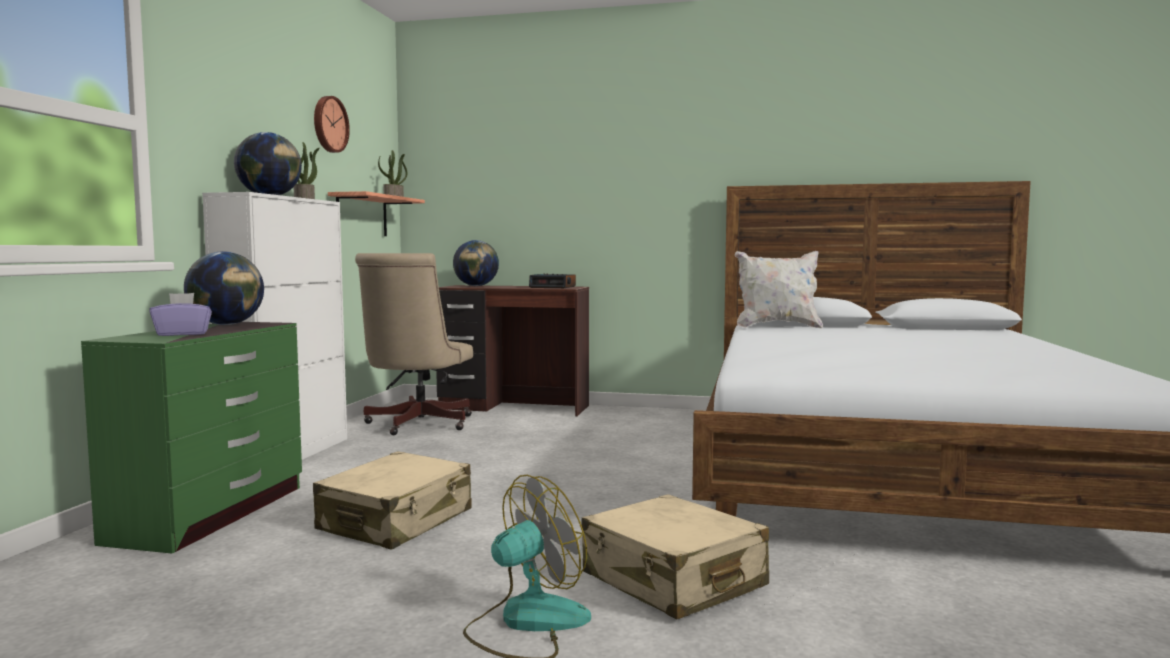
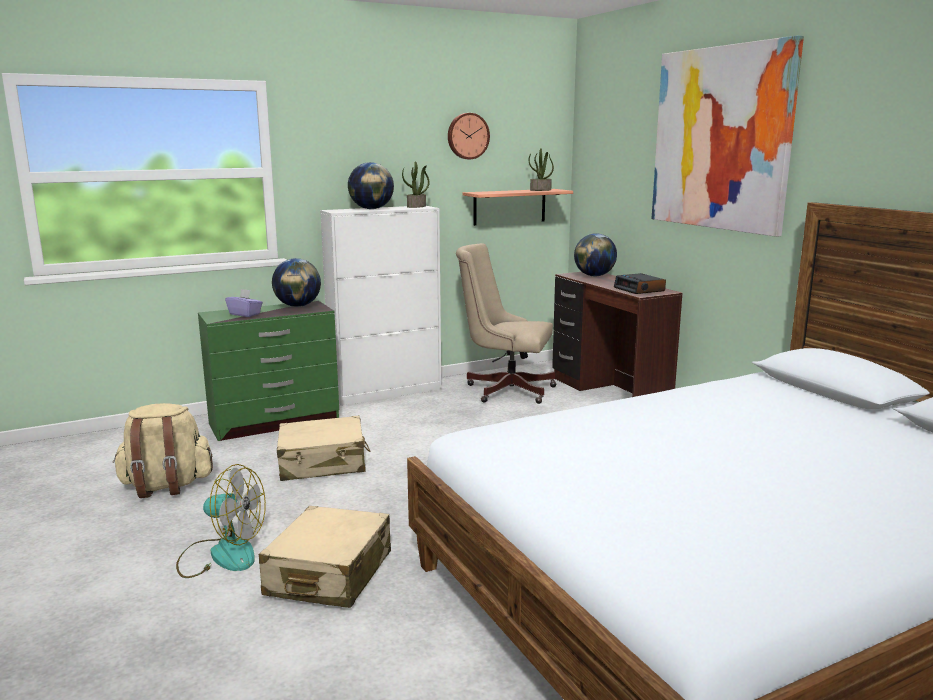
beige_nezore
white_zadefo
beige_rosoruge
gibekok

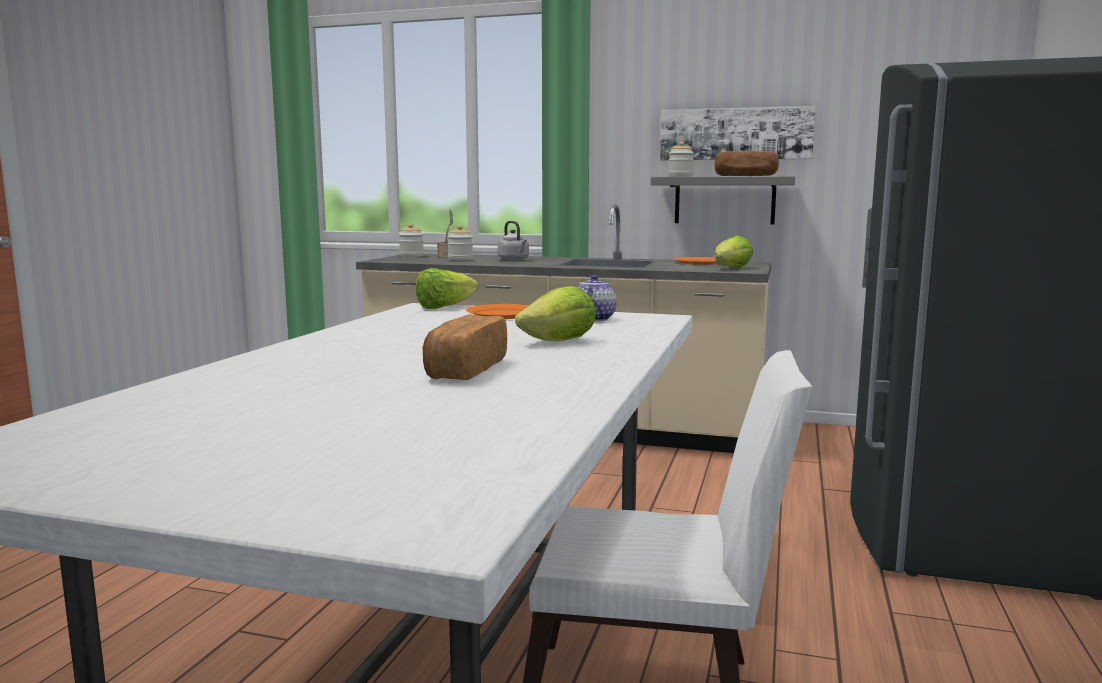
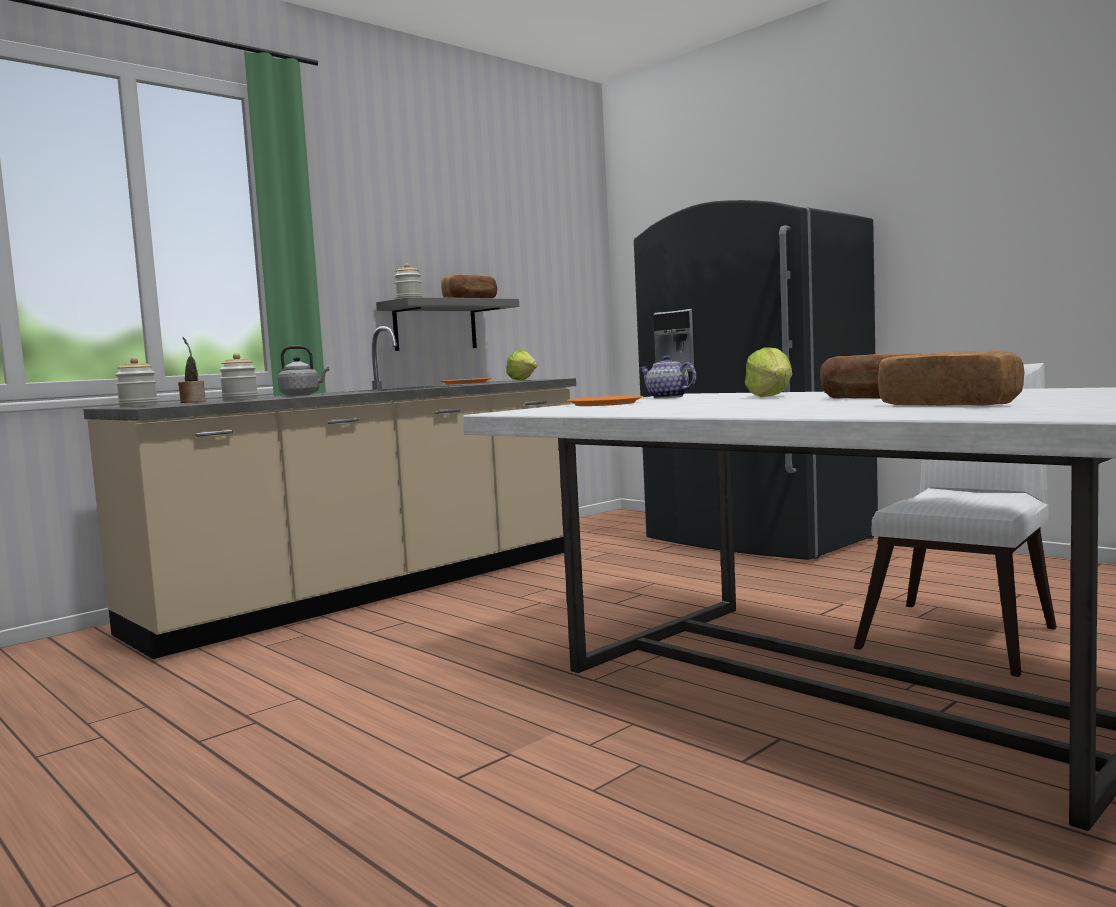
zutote (1st from left in the first image)
gibekok
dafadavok (3rd from left)

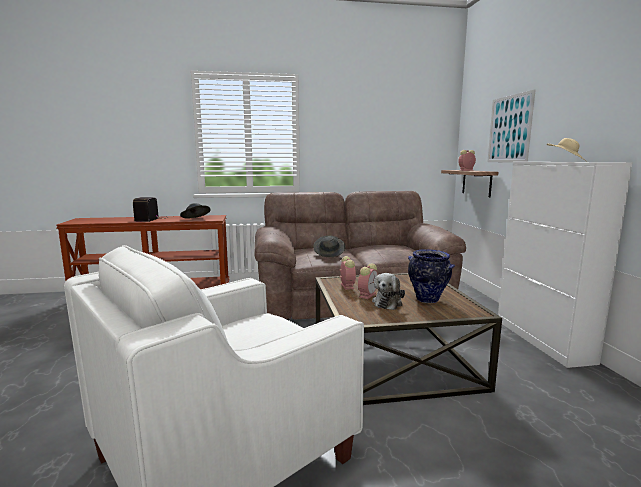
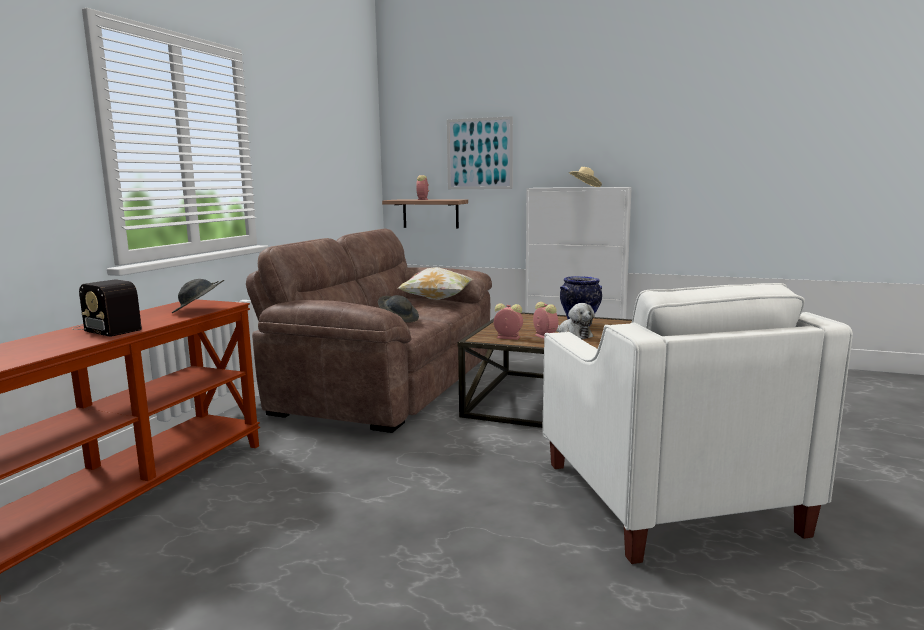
zadefo

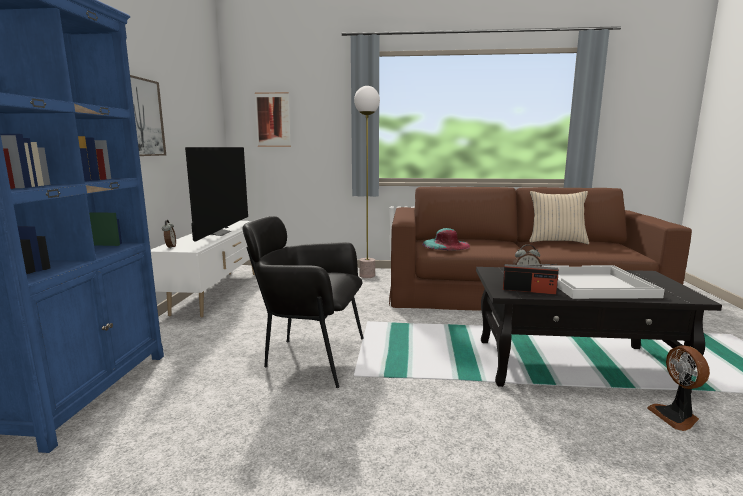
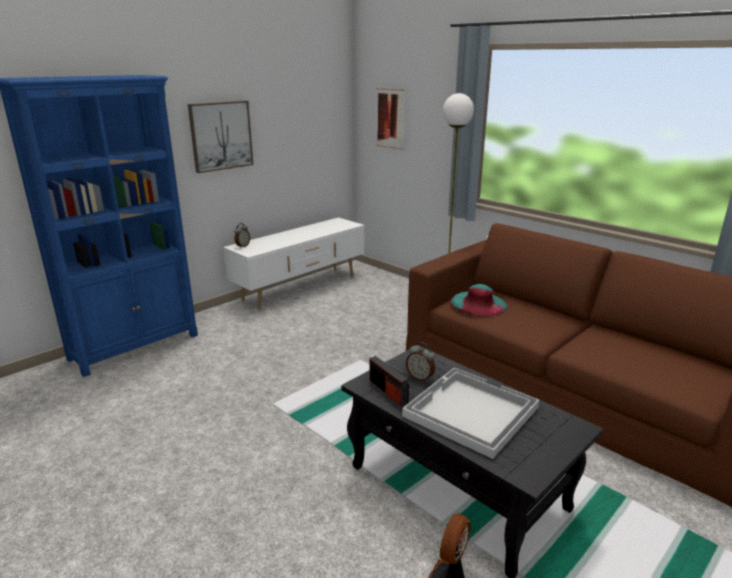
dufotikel
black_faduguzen
beige_zadefo

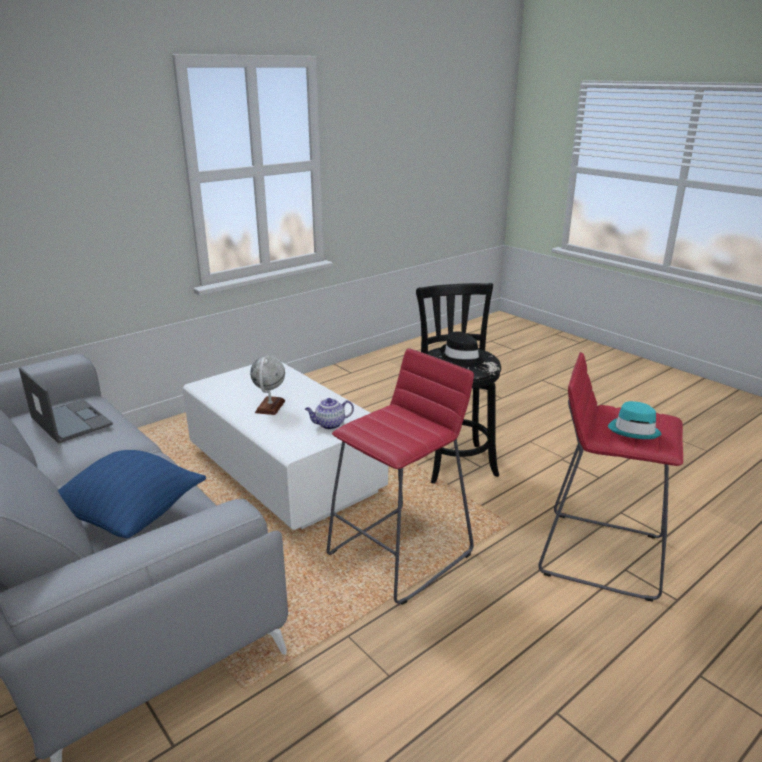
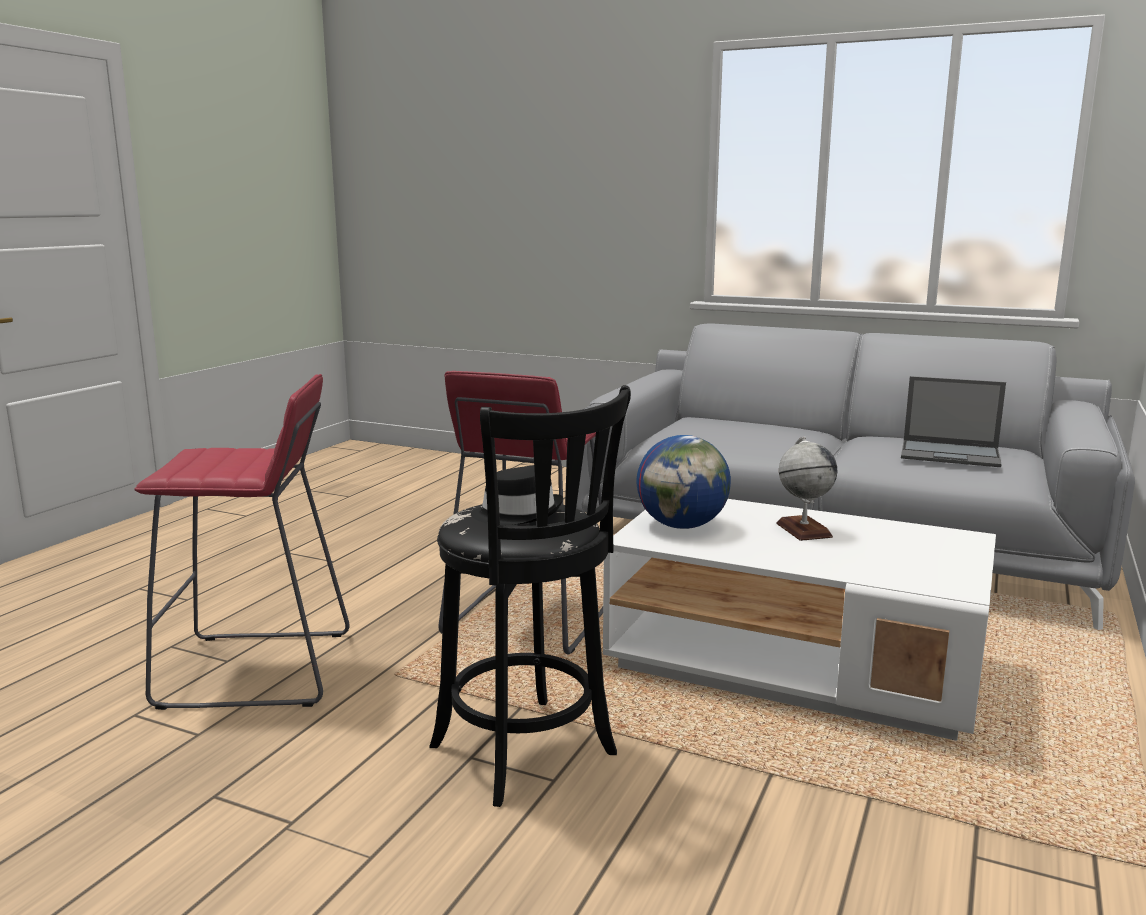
blue_zadefo
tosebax (1st from left)
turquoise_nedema

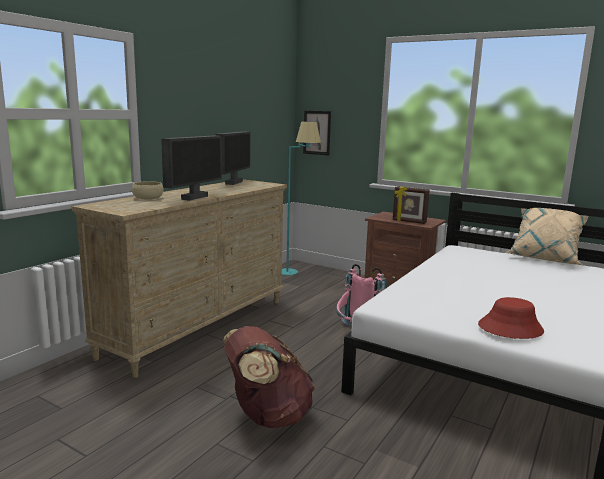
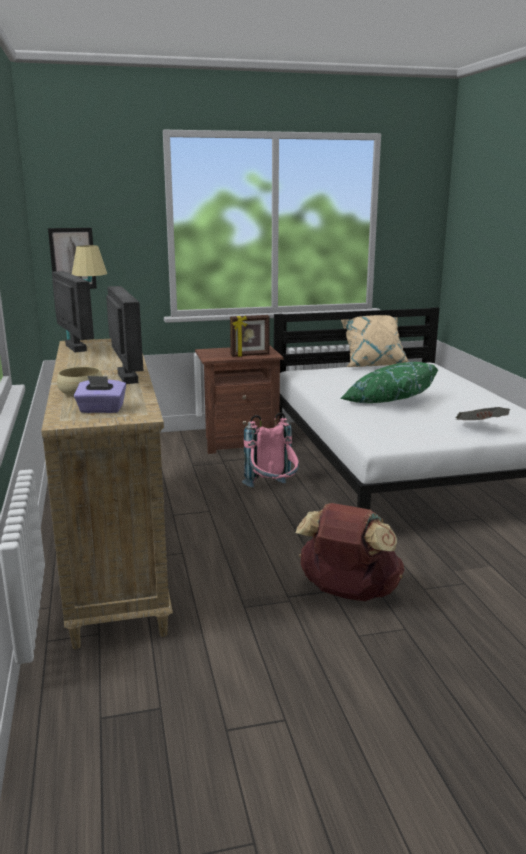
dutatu
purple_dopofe
green_zadefo

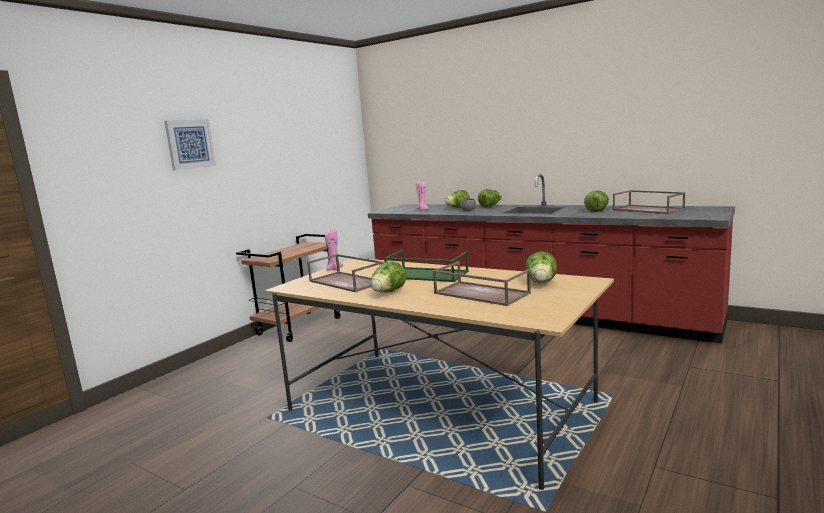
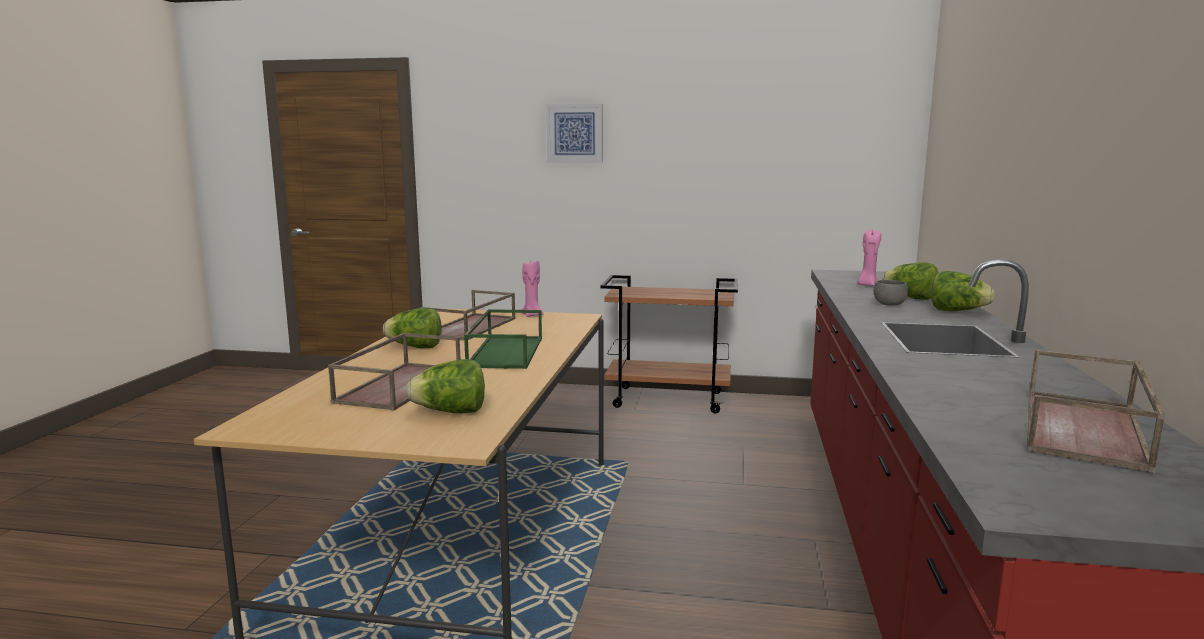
zutote (5th from left in the first image)

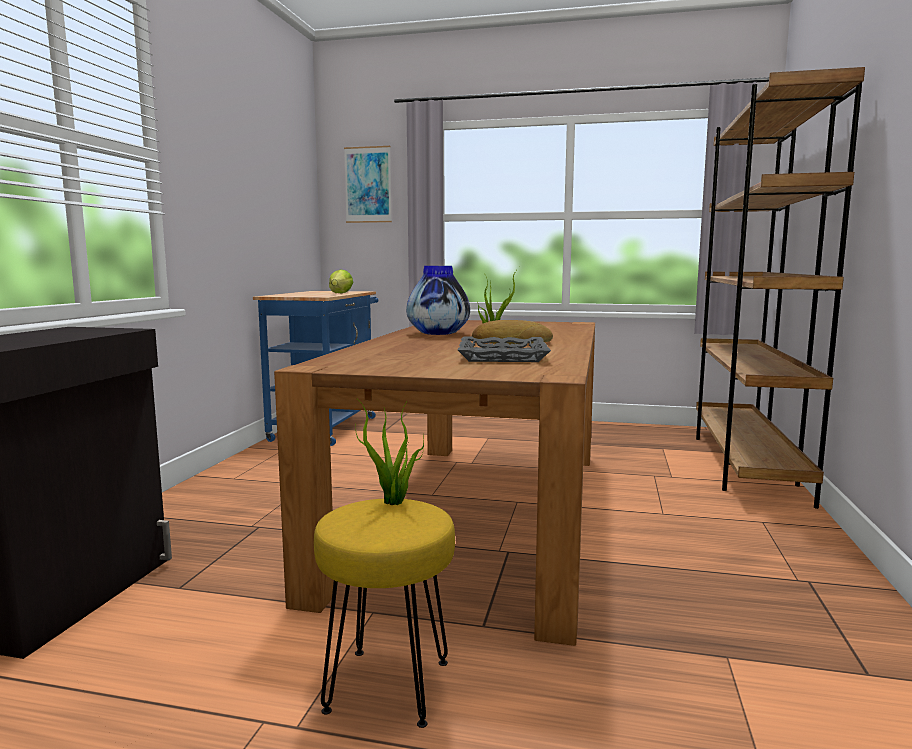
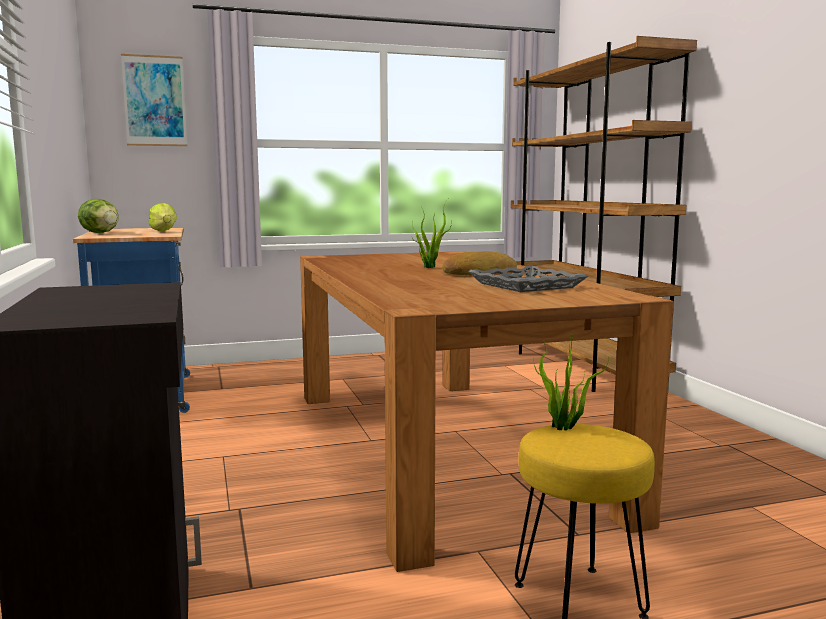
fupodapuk
zutote (1st from left)

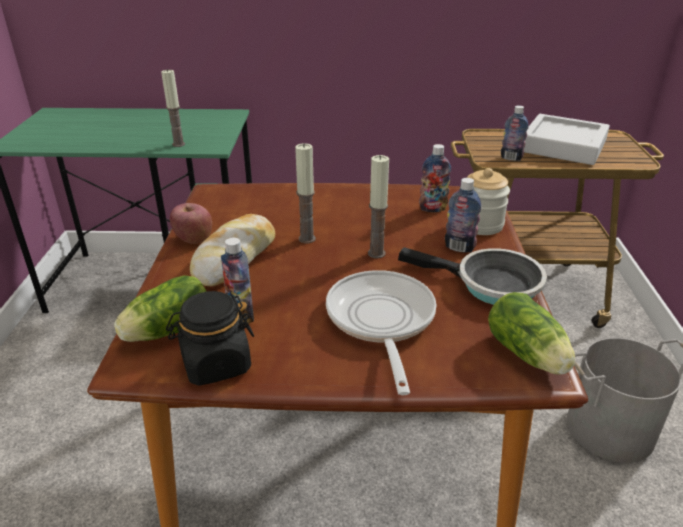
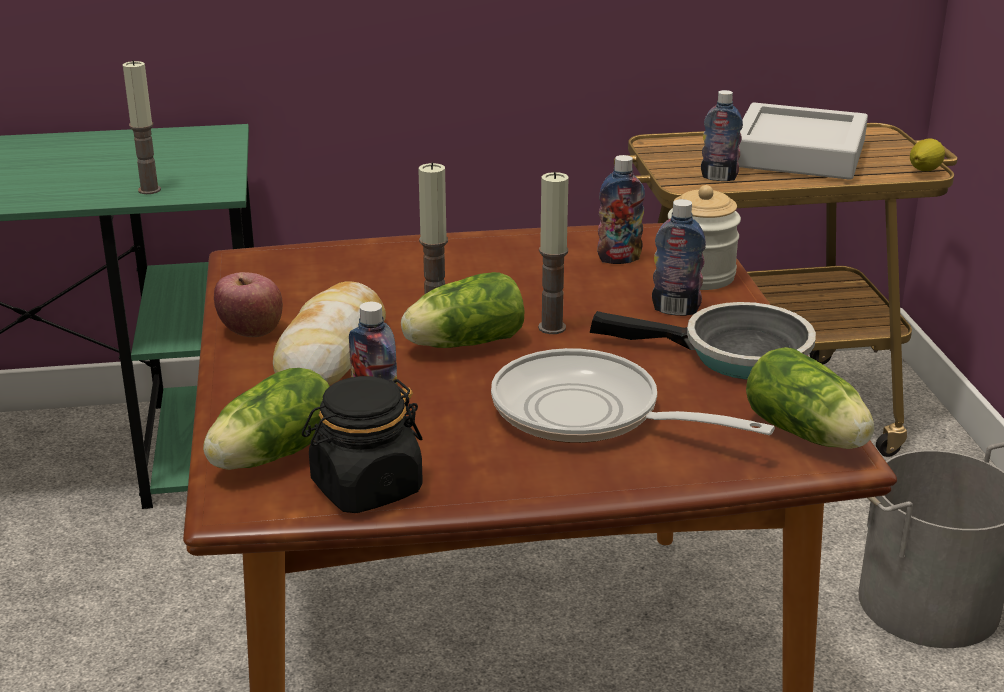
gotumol (1st from left)
zutote (2nd from left)
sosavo

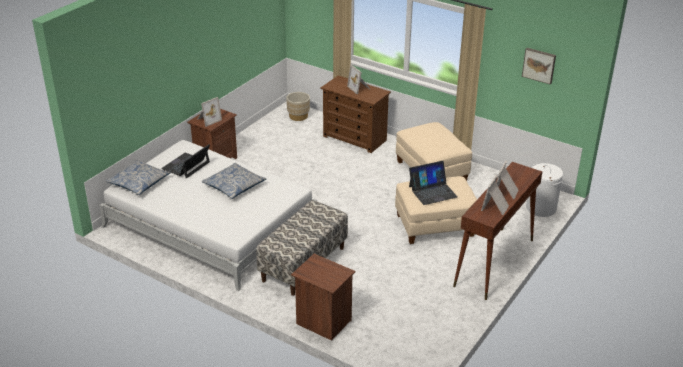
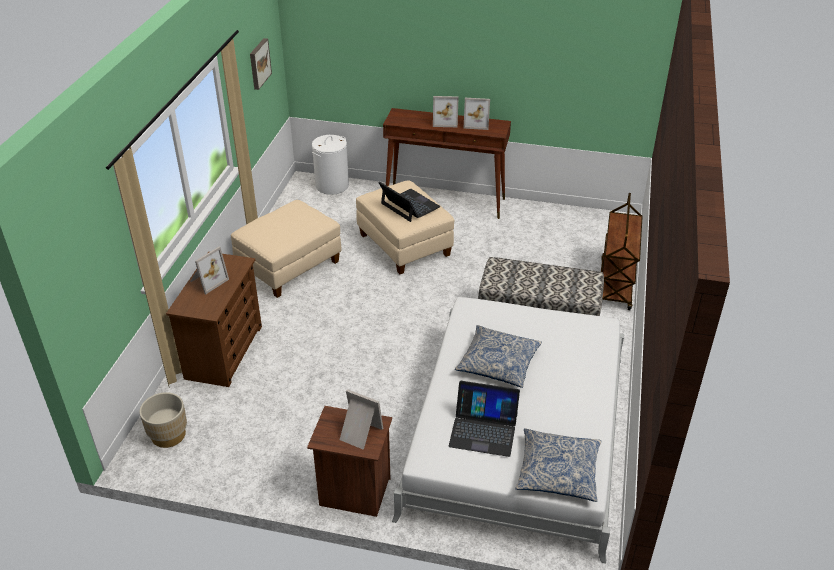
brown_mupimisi

